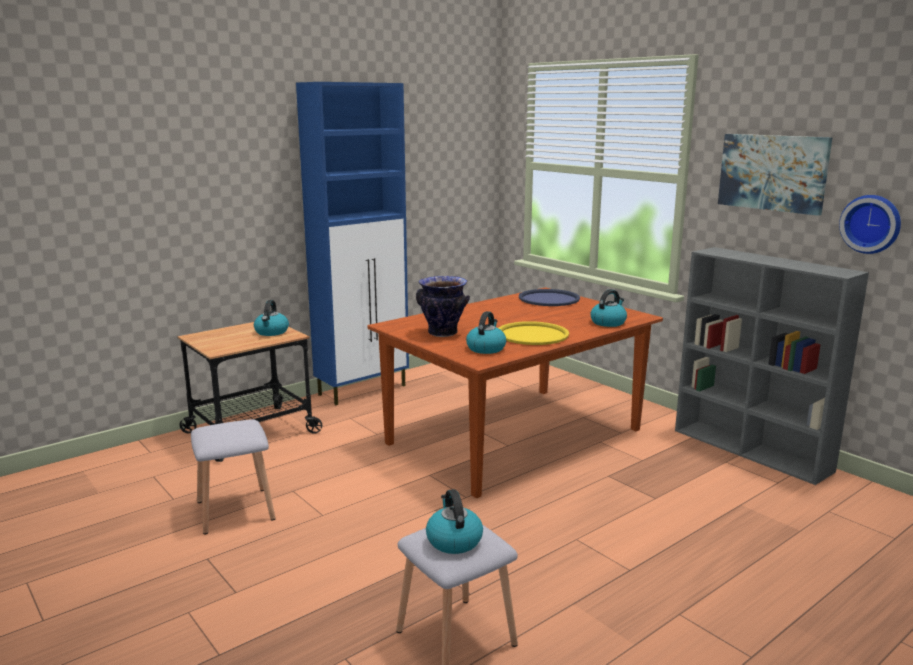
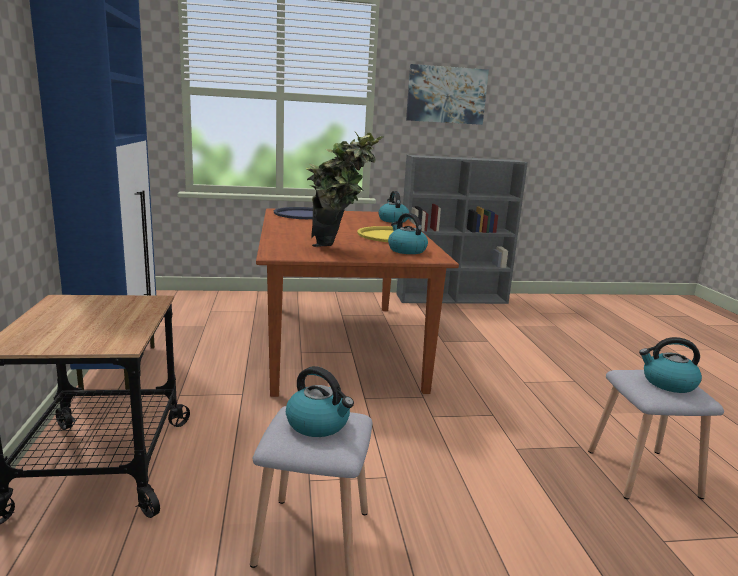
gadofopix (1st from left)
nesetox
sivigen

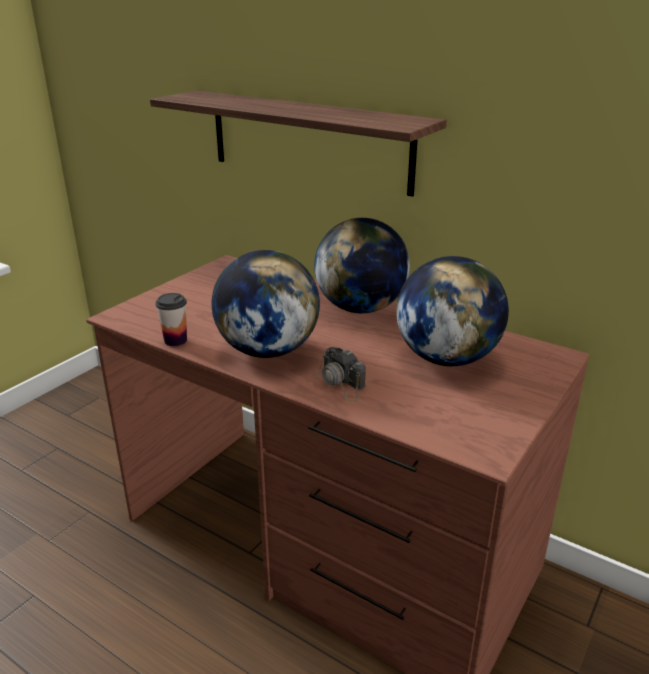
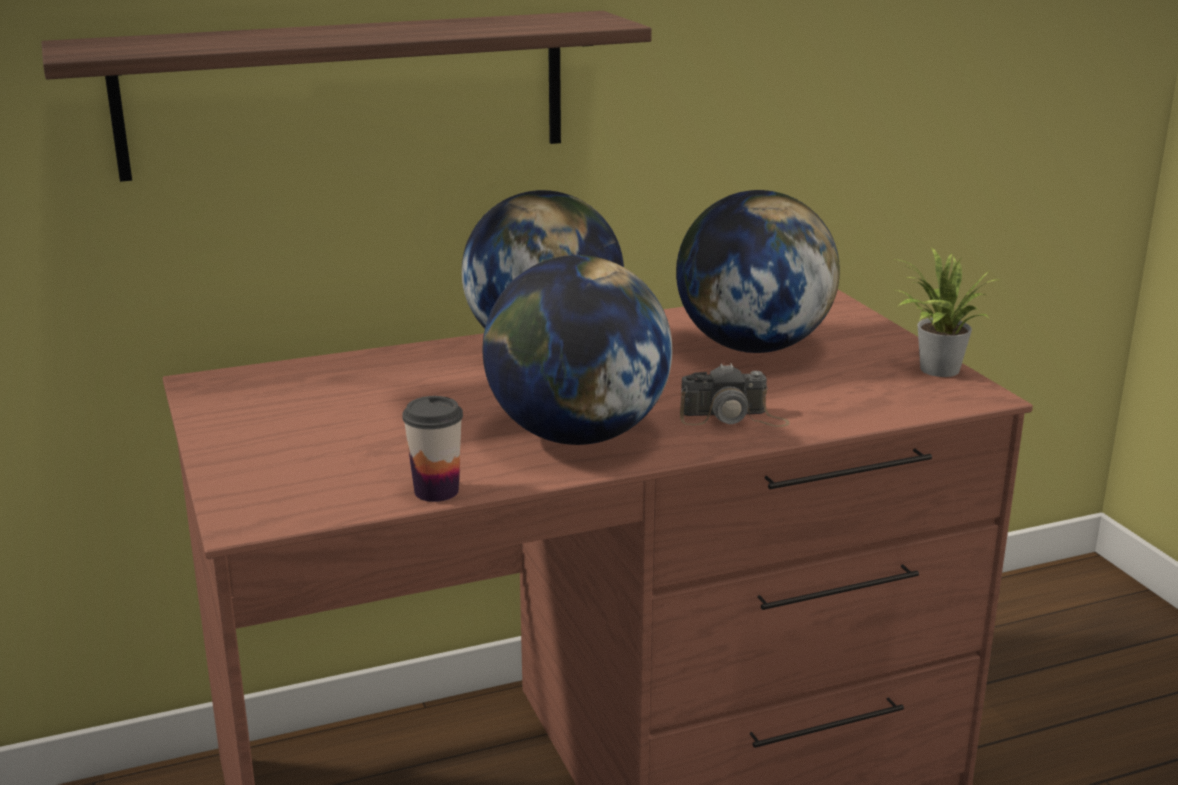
nesetox

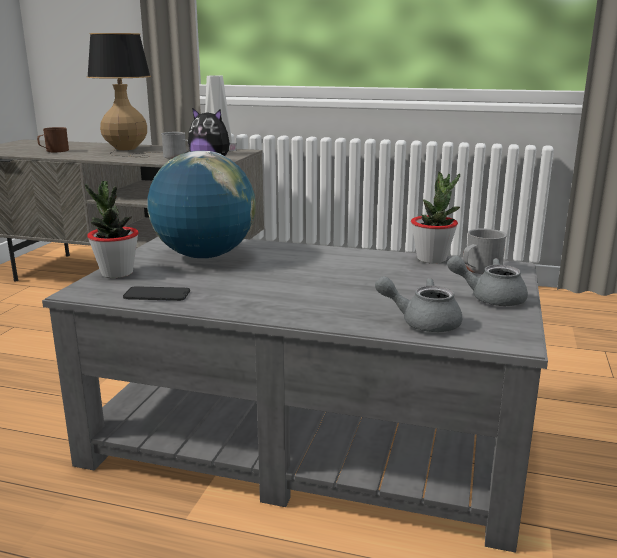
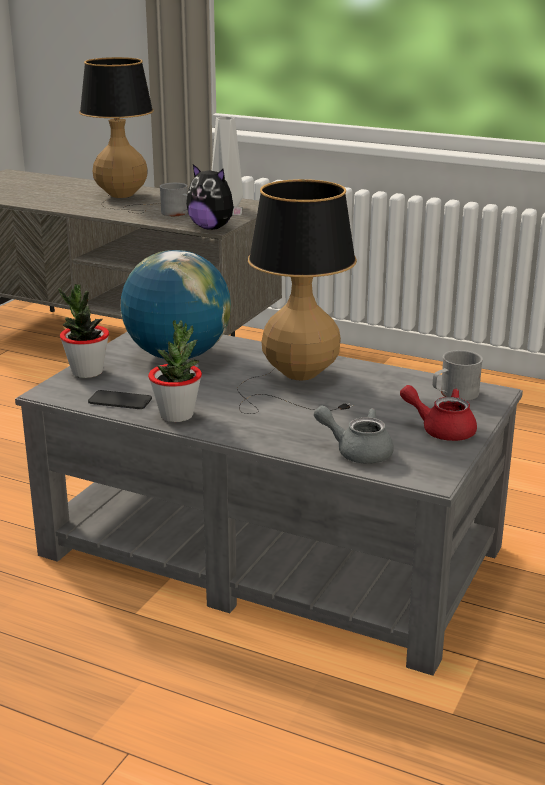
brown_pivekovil
nesetox (2nd from left)
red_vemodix
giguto (2nd from left)

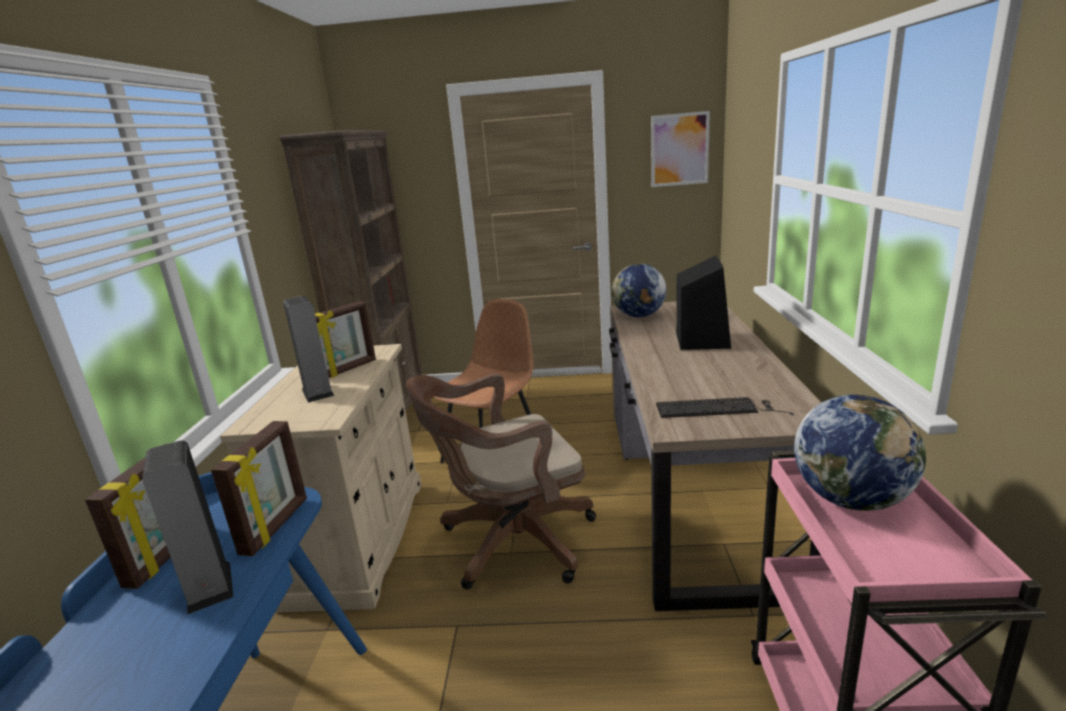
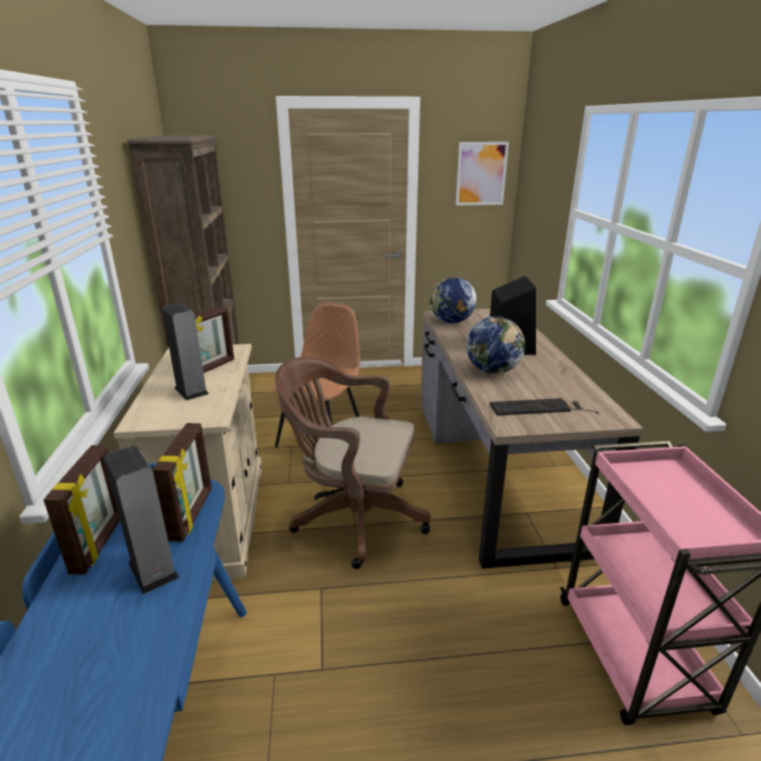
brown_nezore
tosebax (2nd from left)

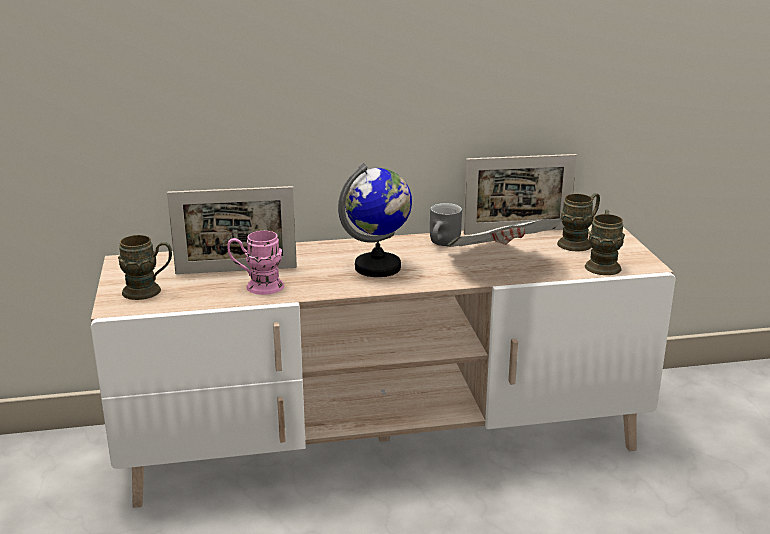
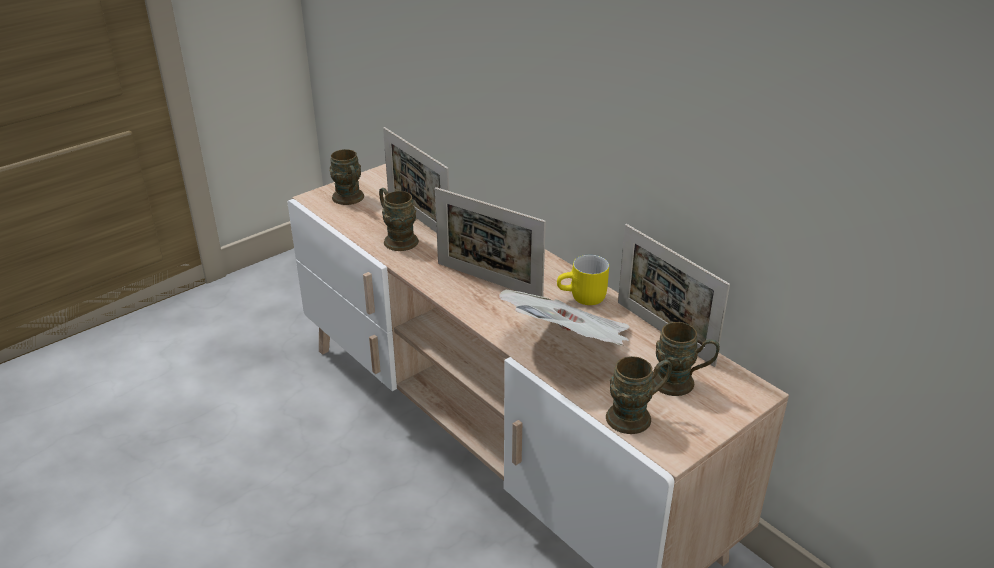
brown_pivekovil (2nd from left)
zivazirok (2nd from left)
yellow_pivekovil

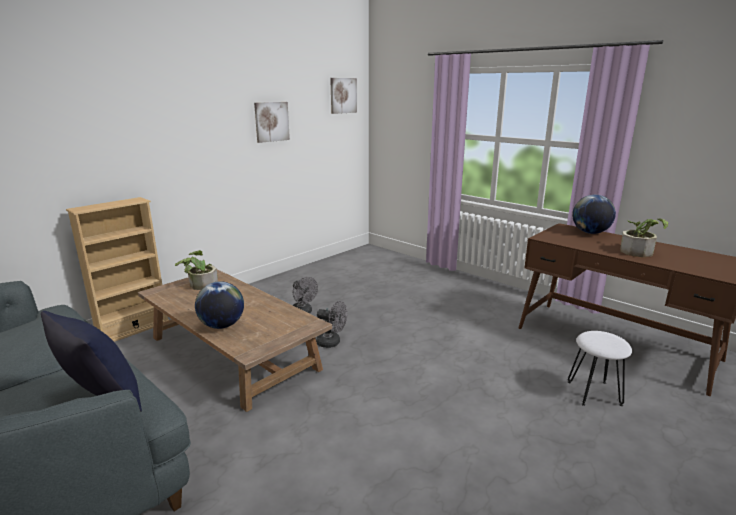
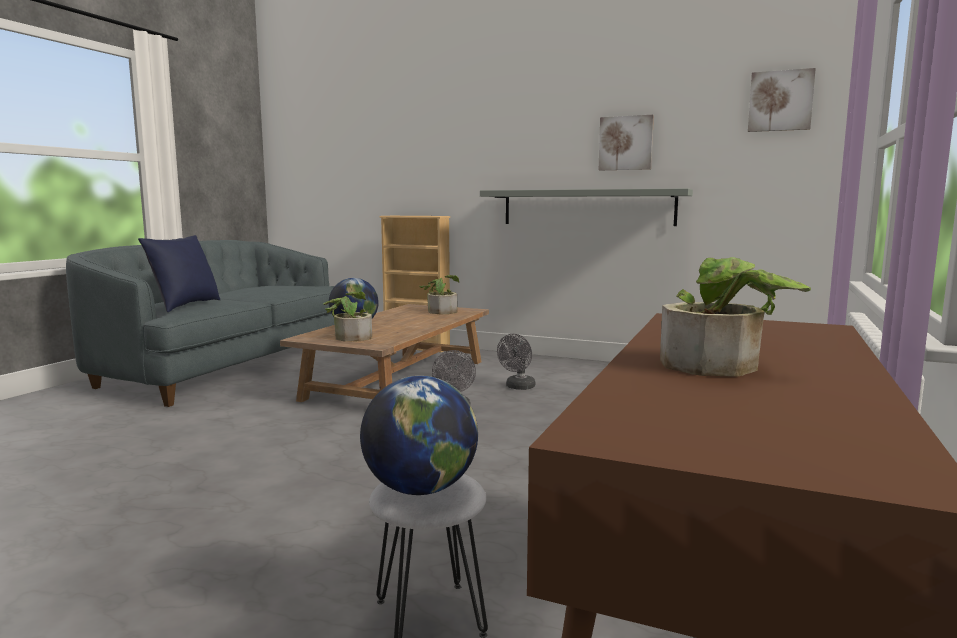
tosebax (2nd from left)
nesetox (1st from left)
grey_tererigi

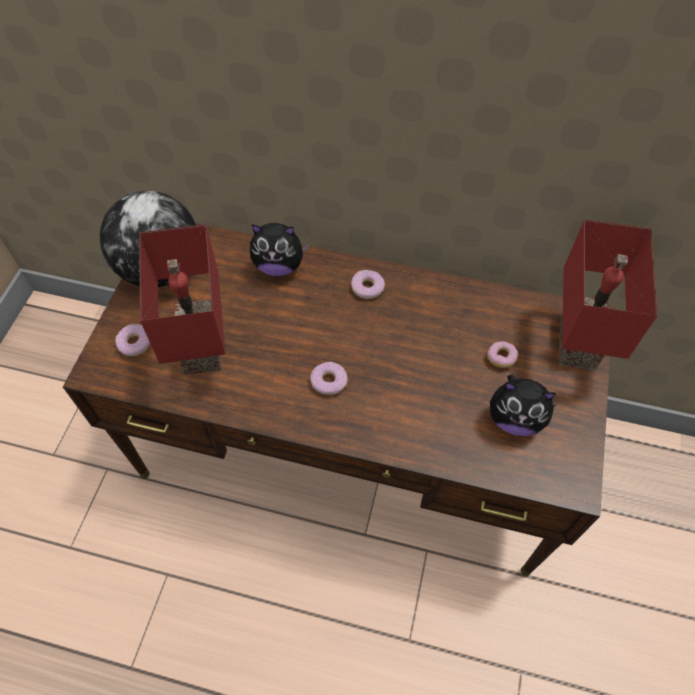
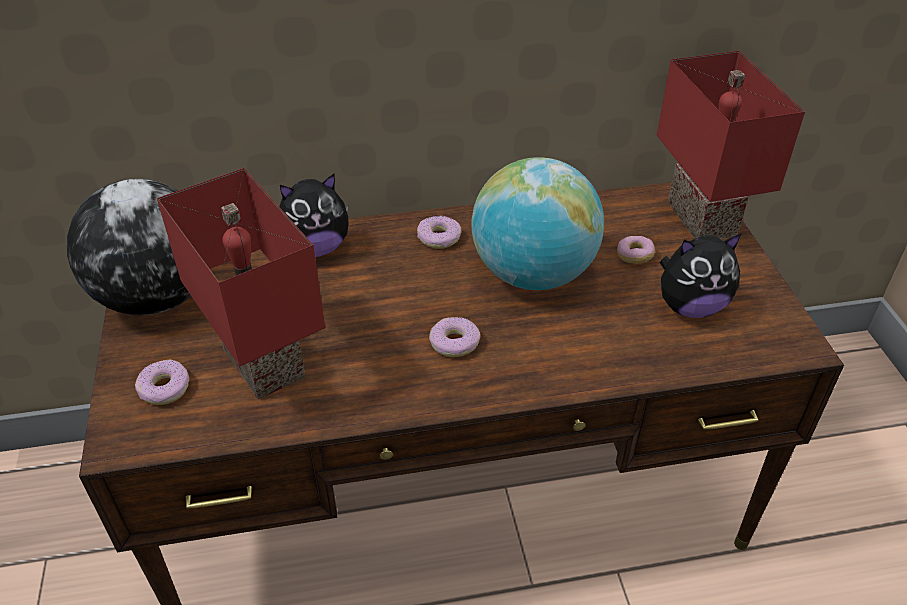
tosebax (2nd from left)

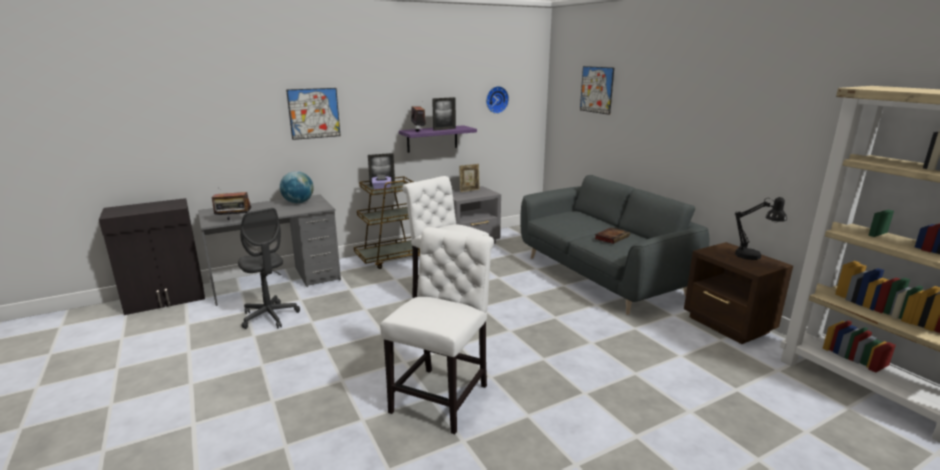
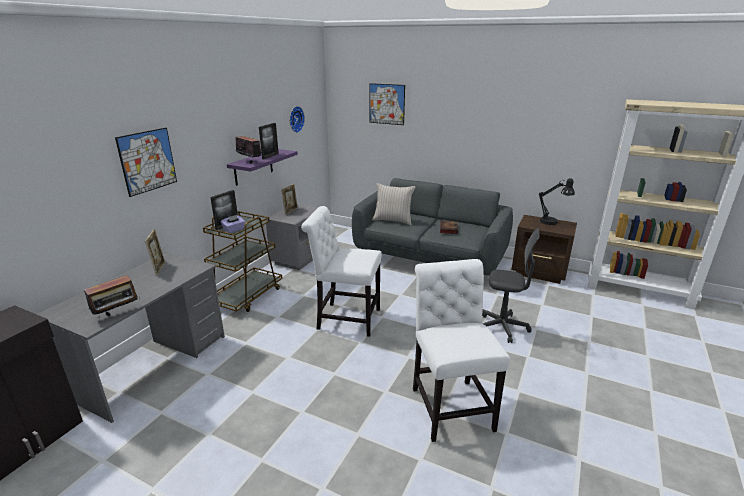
grey_nezore
zivazirok (1st from left)
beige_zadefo

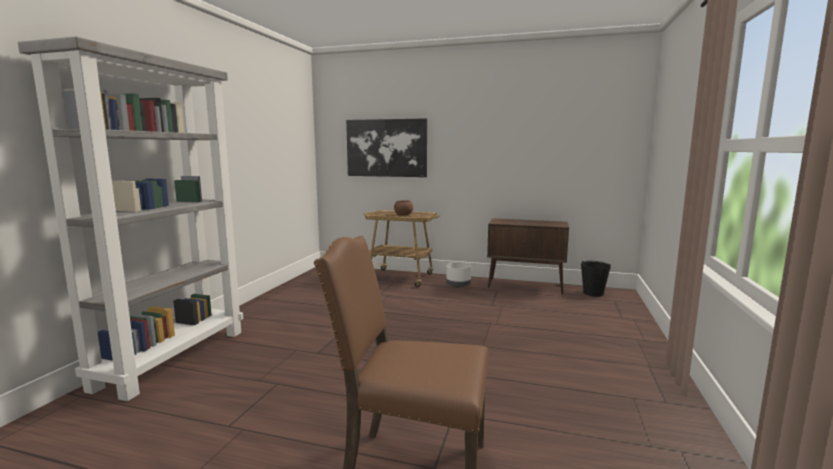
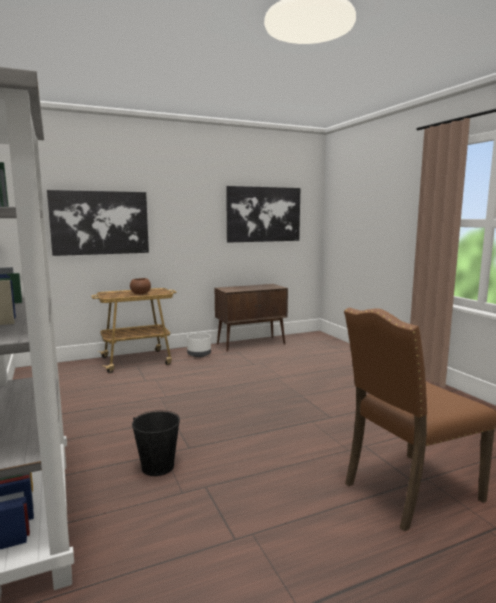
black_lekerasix
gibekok (2nd from left)

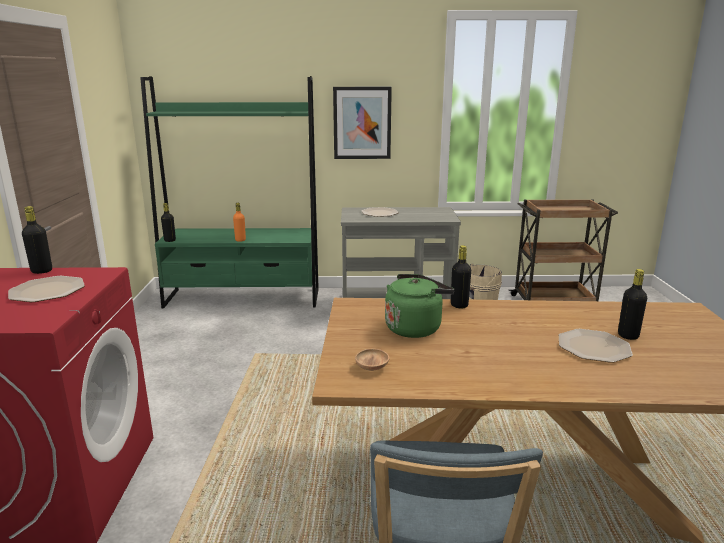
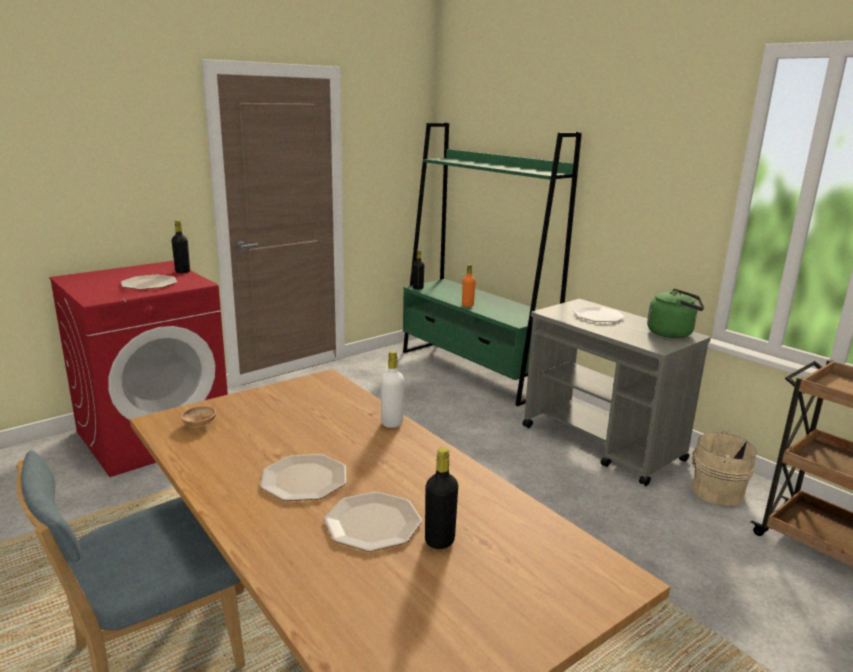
gibekok
green_gadofopix
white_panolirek
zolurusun (2nd from left)

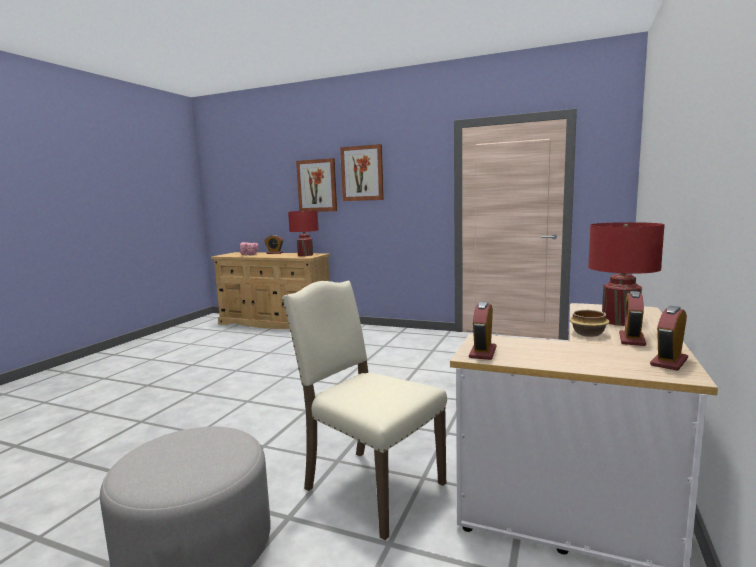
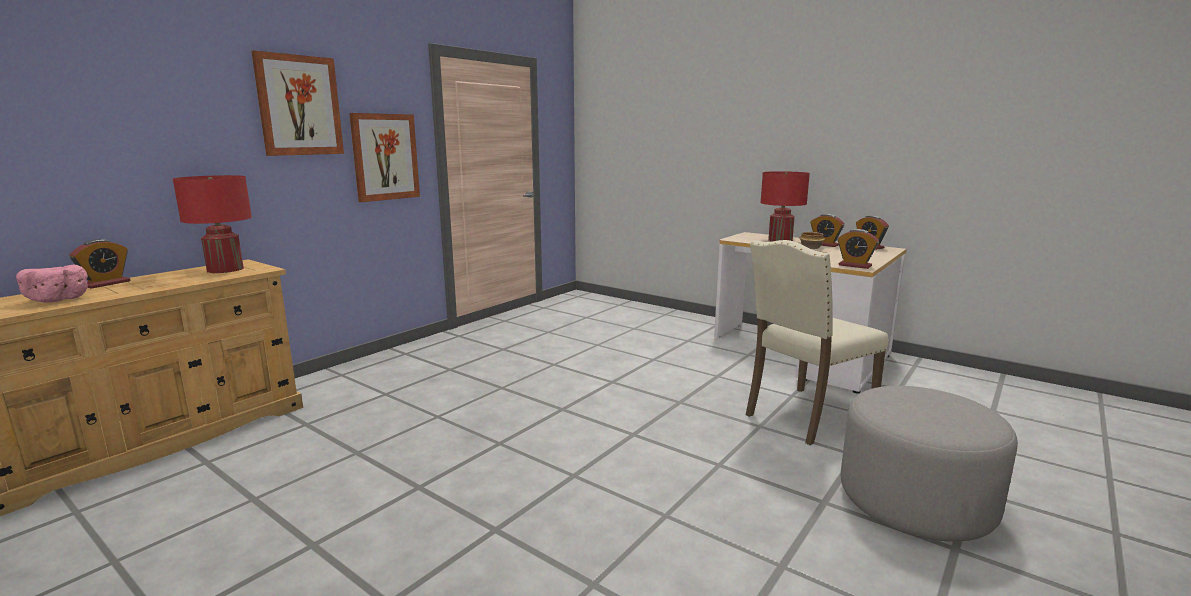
gibekok (2nd from left)

